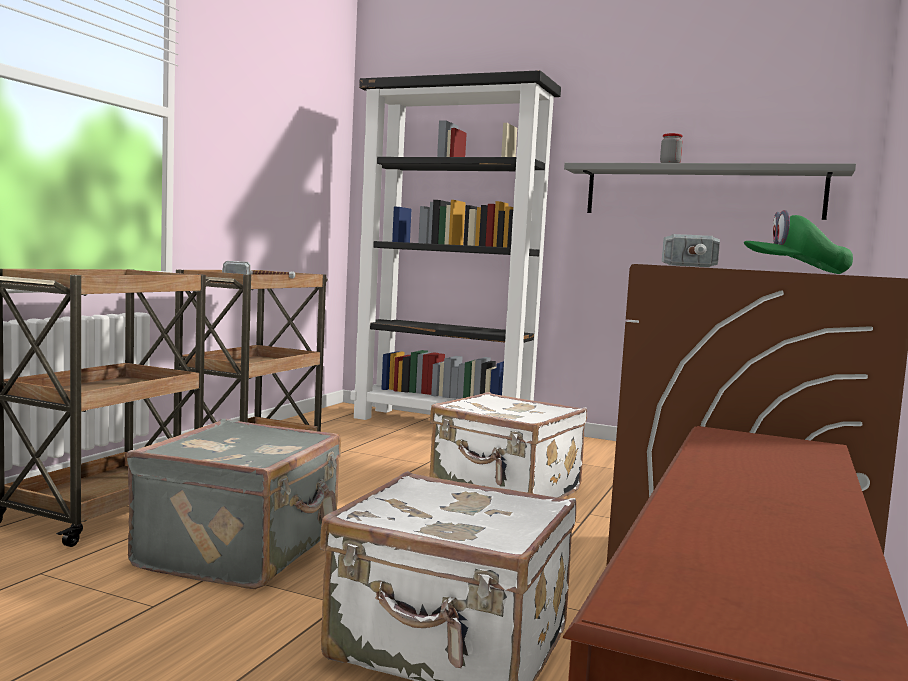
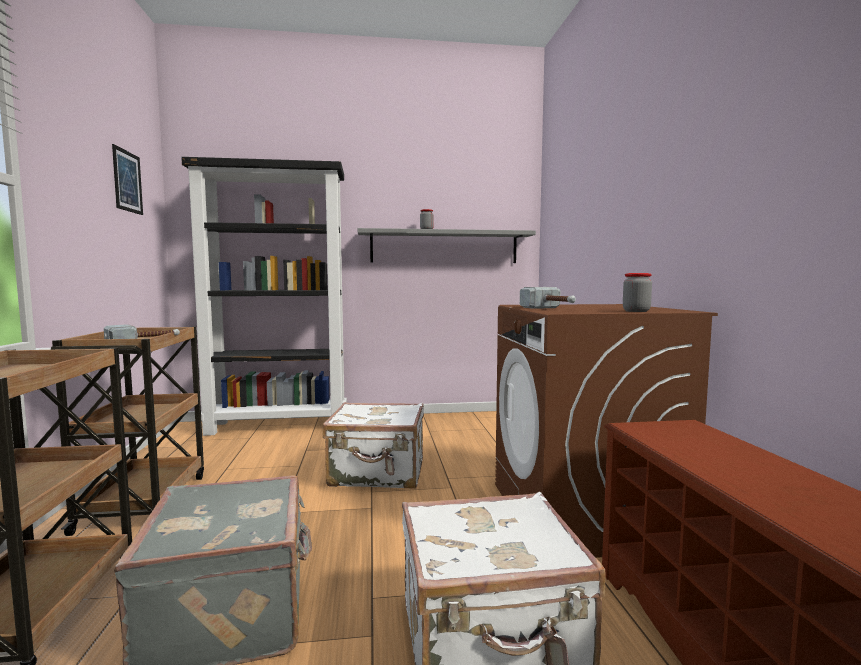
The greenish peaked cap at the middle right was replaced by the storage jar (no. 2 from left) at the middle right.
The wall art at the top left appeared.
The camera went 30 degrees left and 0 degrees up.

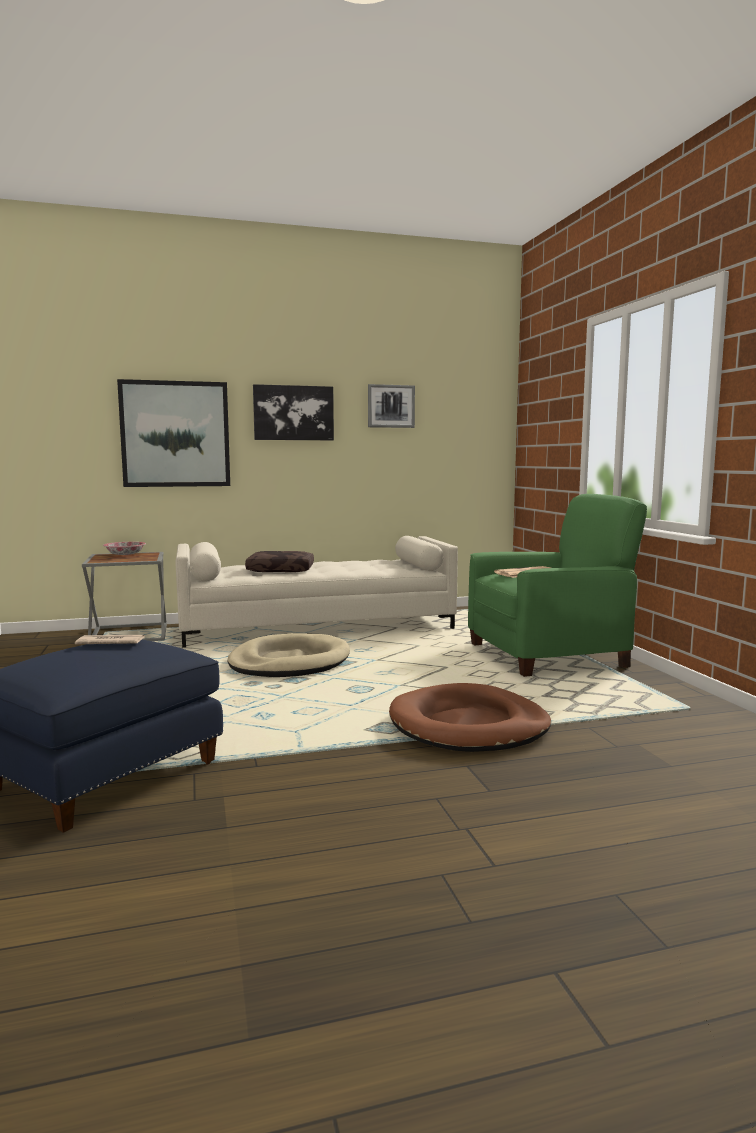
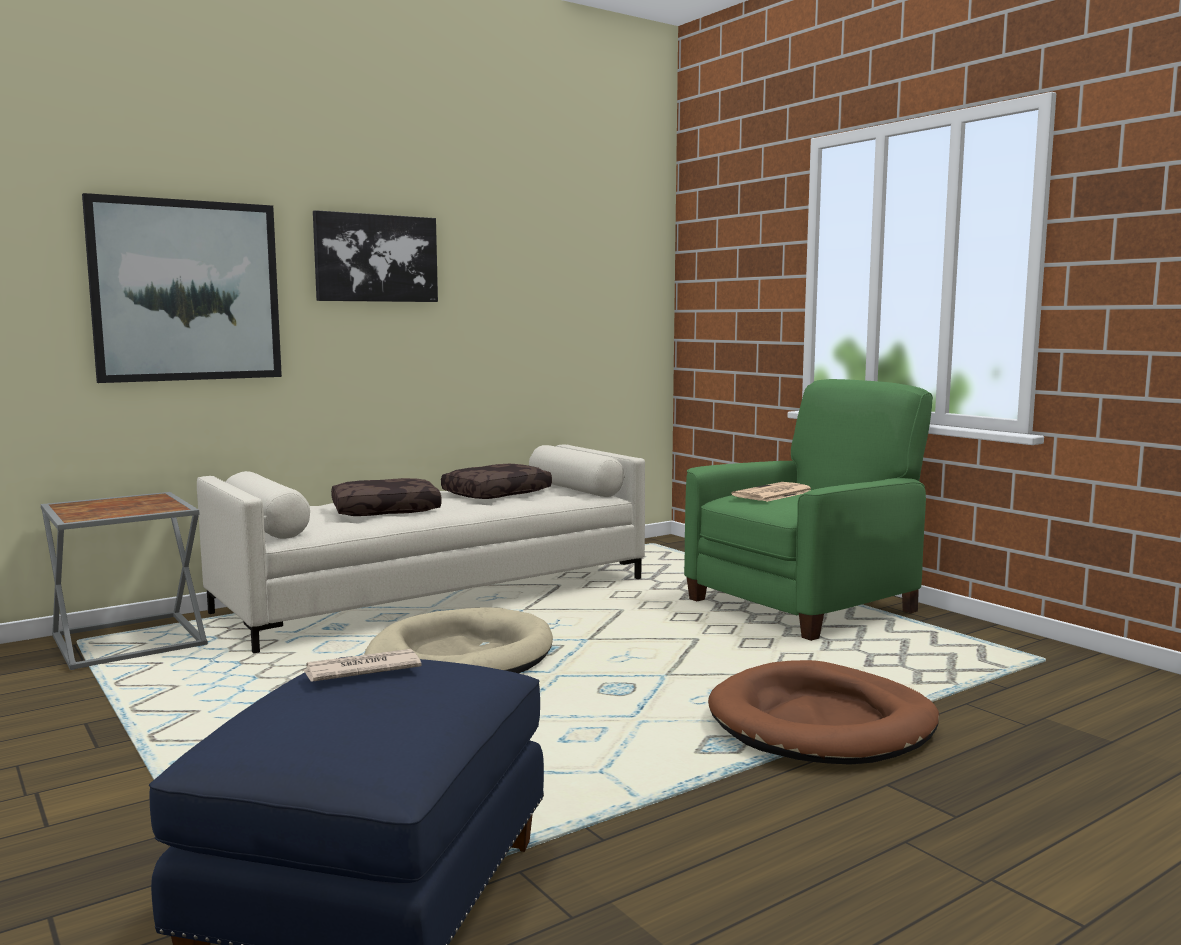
The deep dish at the middle left disappeared.
The wall art (no. 3 from left) at the centre disappeared.
The brownish pillow (no. 2 from left) at the centre appeared.
The camera went 20 degrees left and 0 degrees up.

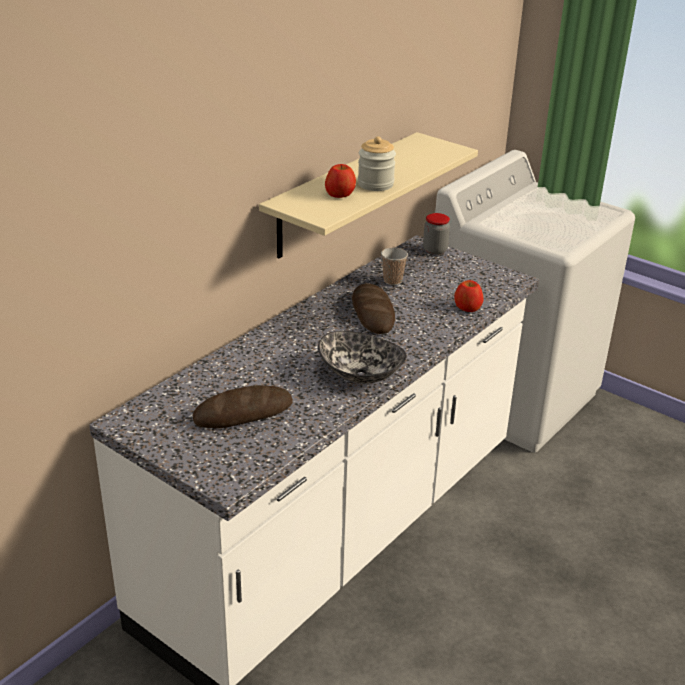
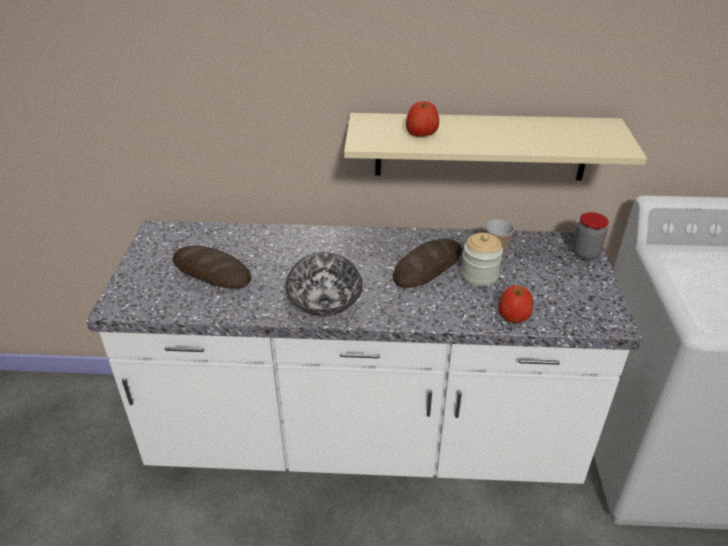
The storage jar (no. 1 from left) moved from the top centre to the centre.
The camera went 55 degrees right and 5 degrees up.

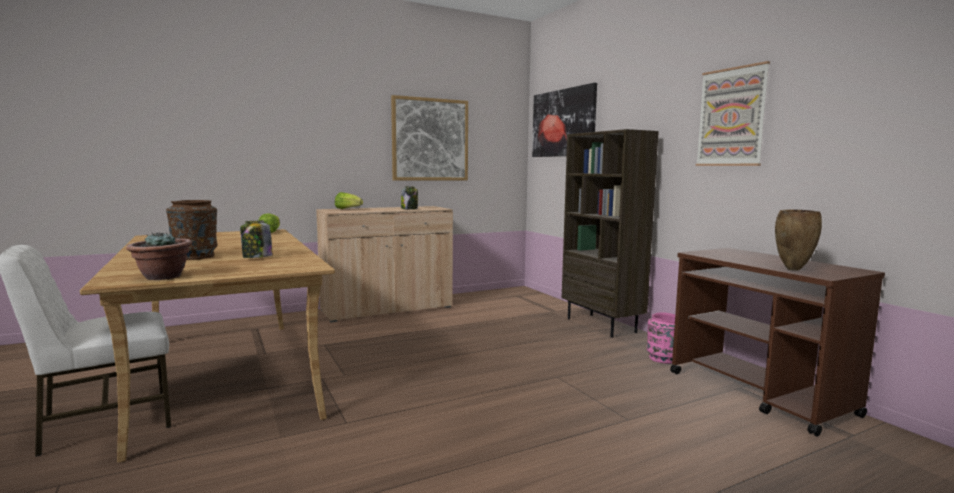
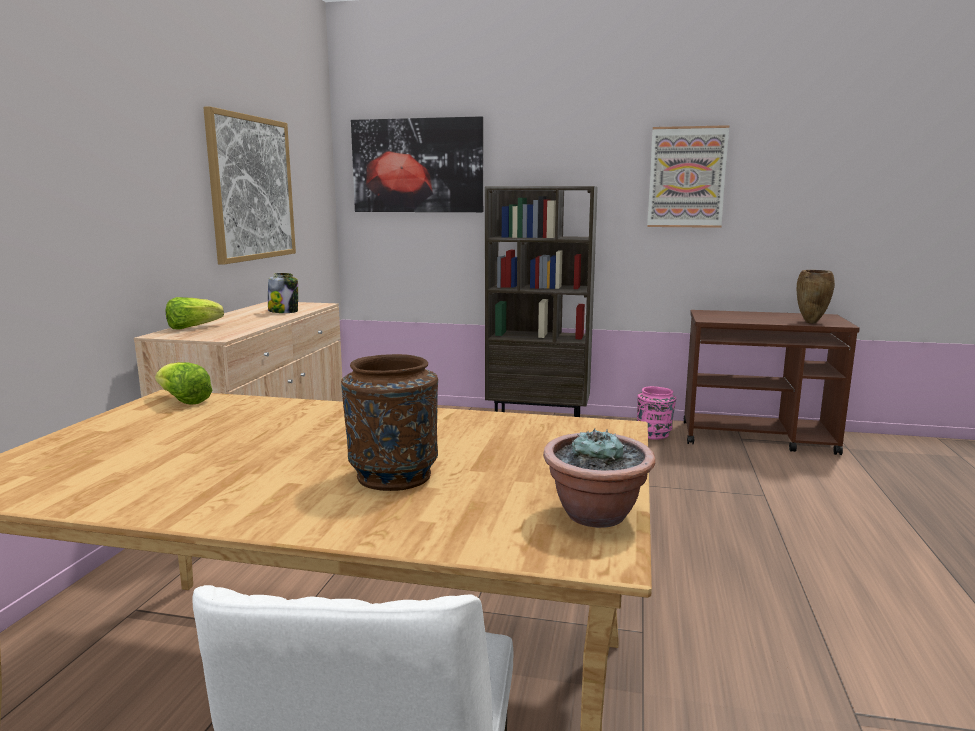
The storage jar (no. 1 from left) at the middle left disappeared.
The camera went 50 degrees left and 5 degrees up.

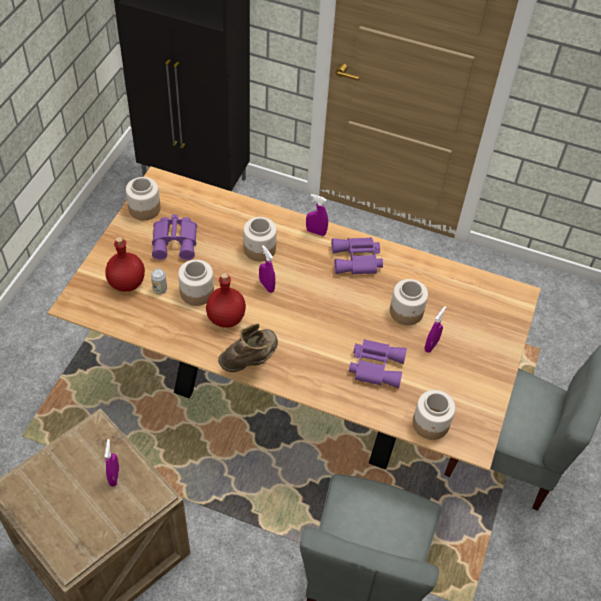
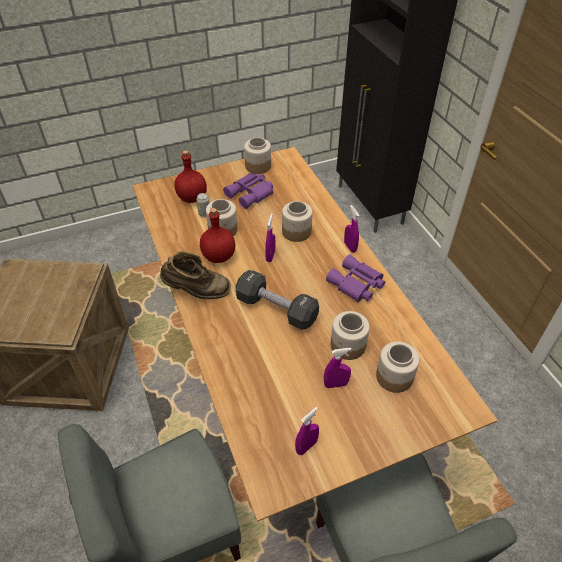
The purplish spray bottle (no. 1 from left in the first image) moved from the bottom left to the bottom centre.
The purplish pair of binoculars (no. 3 from left) at the centre disappeared.
The storage jar (no. 5 from left) moved from the bottom right to the middle right.
The black-coloured hand weight at the centre appeared.
The camera went 50 degrees right and 5 degrees down.

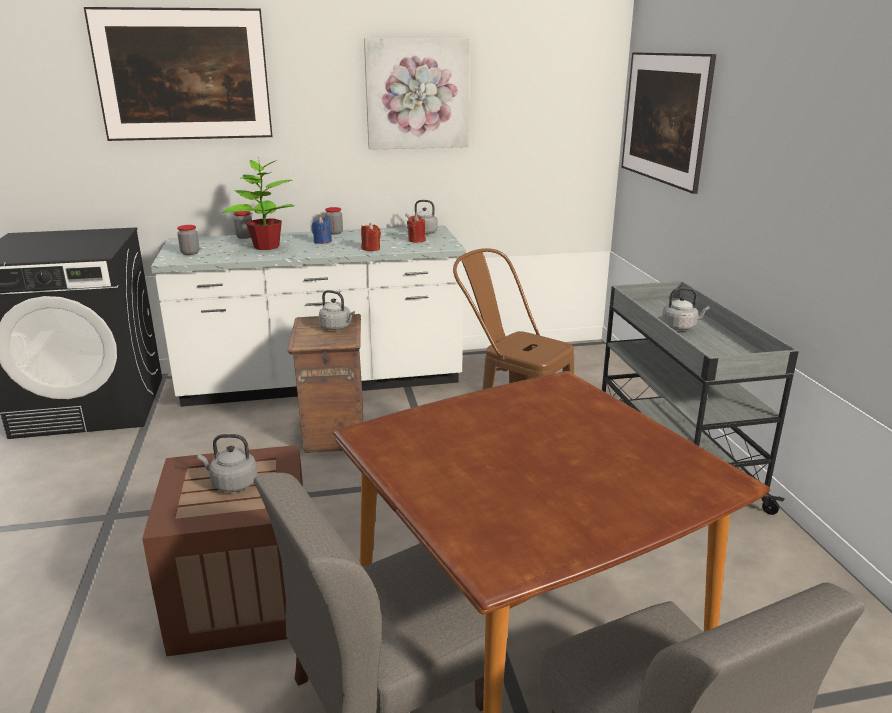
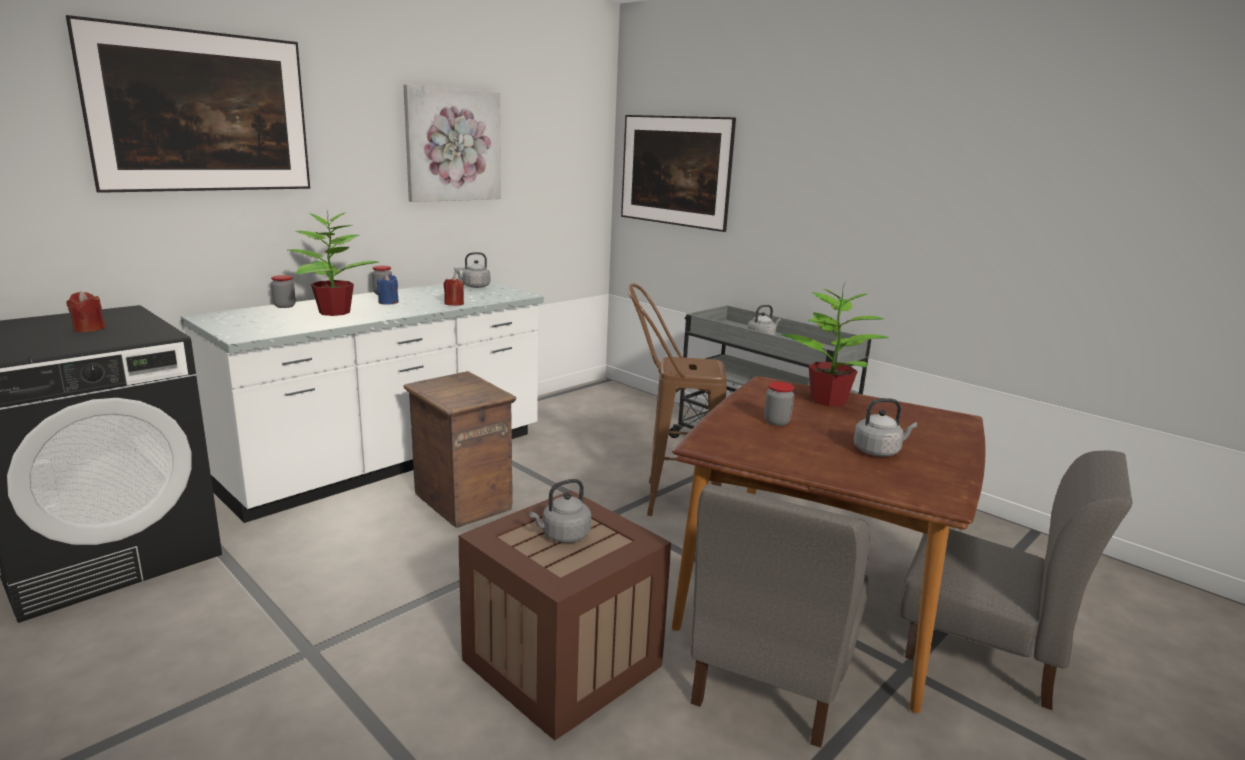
The storage jar (no. 1 from left in the first image) moved from the middle left to the centre.
The grey tea kettle (no. 2 from left in the first image) moved from the centre to the middle right.
The red wax candle (no. 2 from left in the first image) moved from the top centre to the middle left.
The houseplant (no. 2 from left) at the middle right appeared.
The camera went 35 degrees left and 5 degrees down.

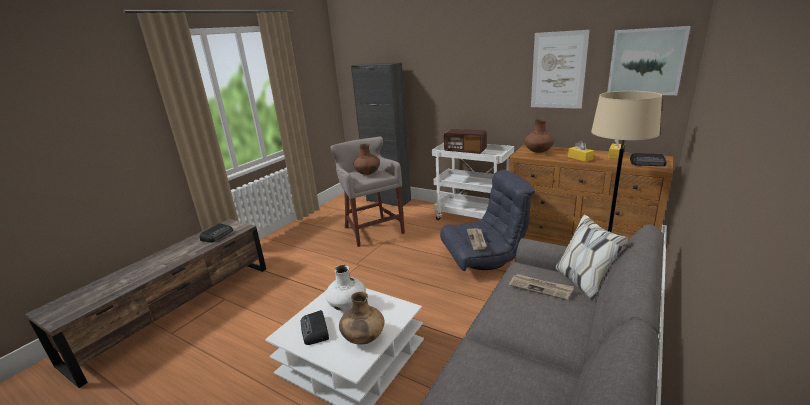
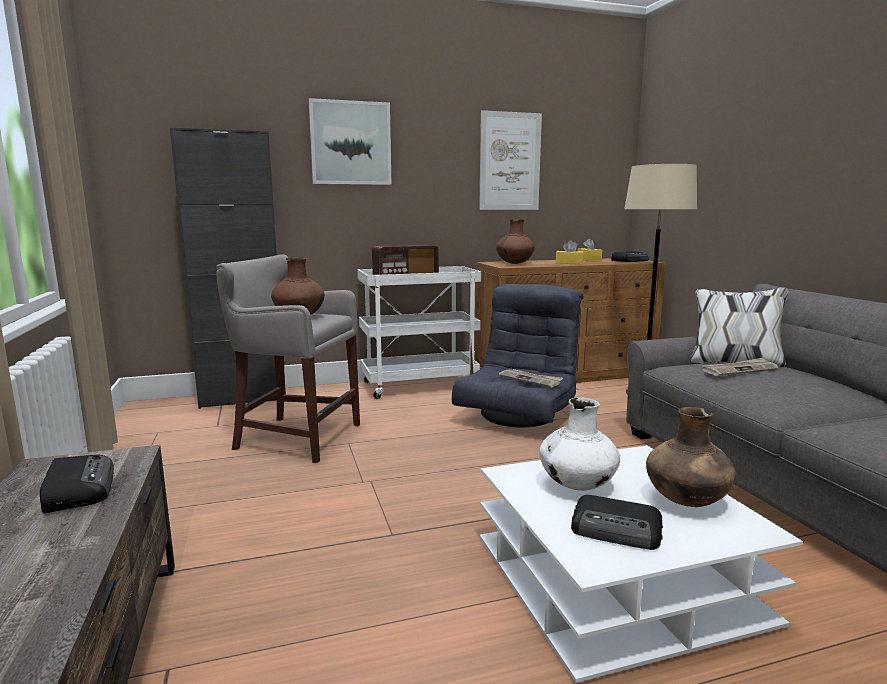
The wall art (no. 2 from left in the first image) moved from the top right to the top centre.
The camera went 50 degrees left and 10 degrees down.

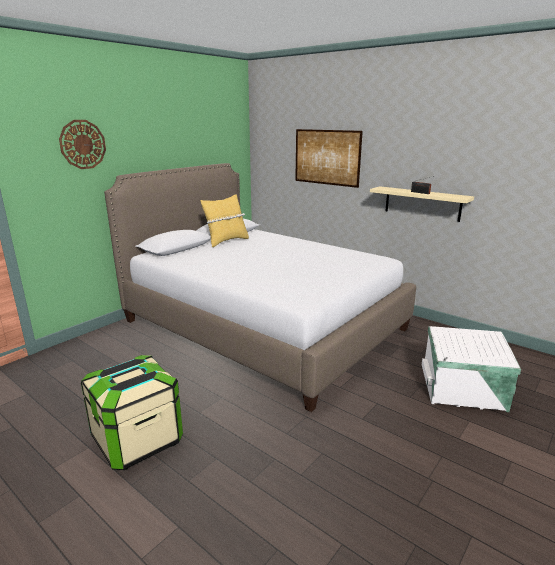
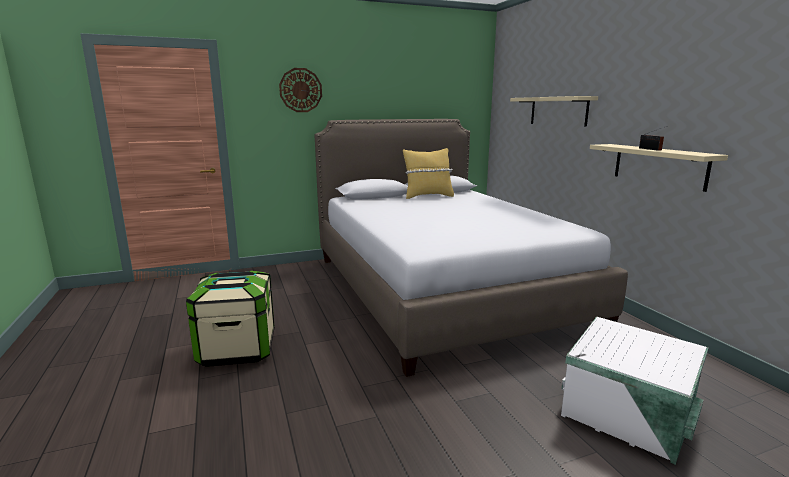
The wall art at the top centre was replaced by the beige-coloured bracket shelf (no. 1 from left) at the top right.
The camera went 30 degrees right and 5 degrees down.

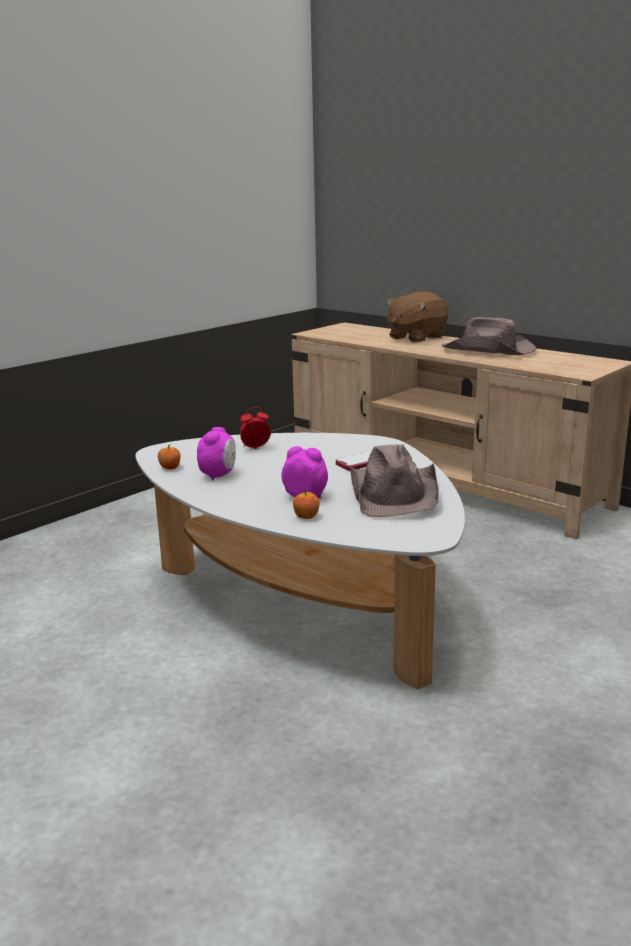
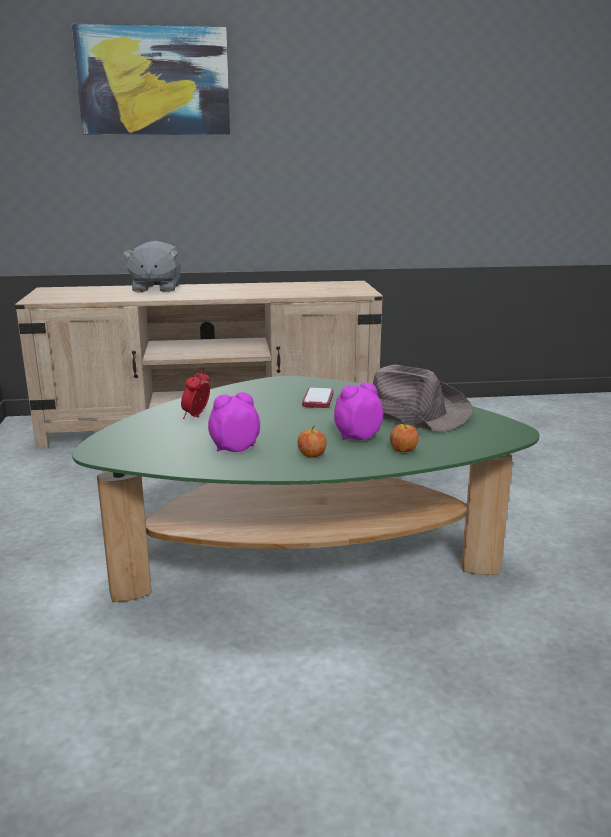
The white lounge table at the centre became the greenish lounge table at the centre.
The whole apple (no. 1 from left) moved from the middle left to the centre.
The table clock (no. 1 from left in the first image) at the centre turned 75 degrees counterclockwise.
The brownish soft toy at the centre became the grey soft toy at the top left.
The brownish clothing hat (no. 2 from left) at the middle right disappeared.
The wall art at the top left appeared.
The camera went 50 degrees left and 0 degrees up.

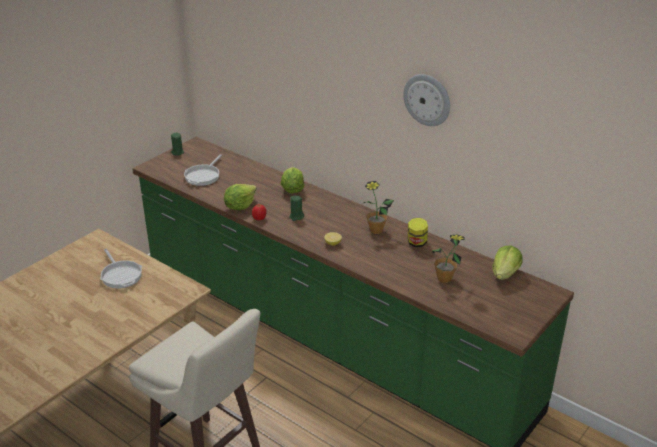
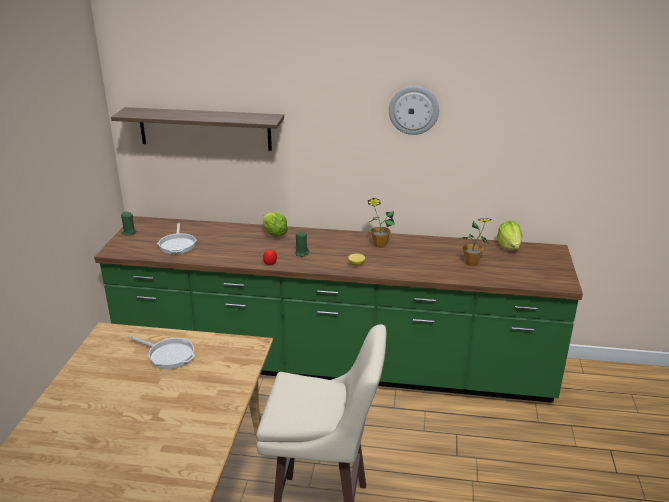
The lettuce head (no. 1 from left) at the centre disappeared.
The storage jar at the centre disappeared.
The bracket shelf at the top left appeared.
The camera went 30 degrees left and 5 degrees down.

